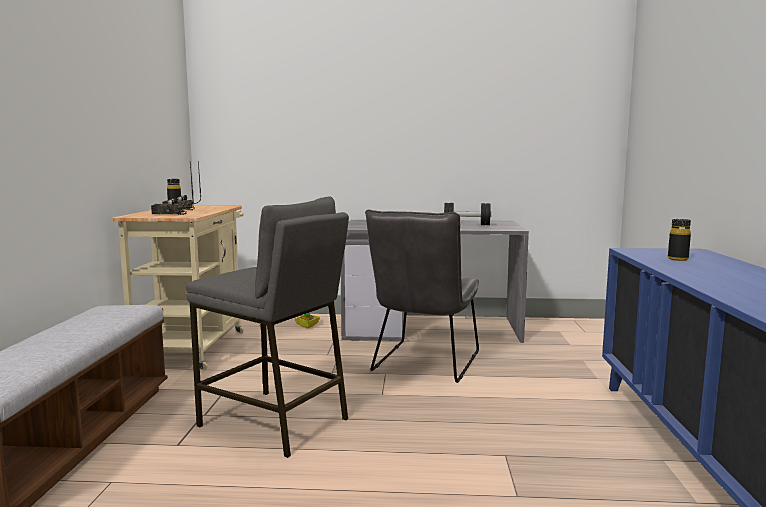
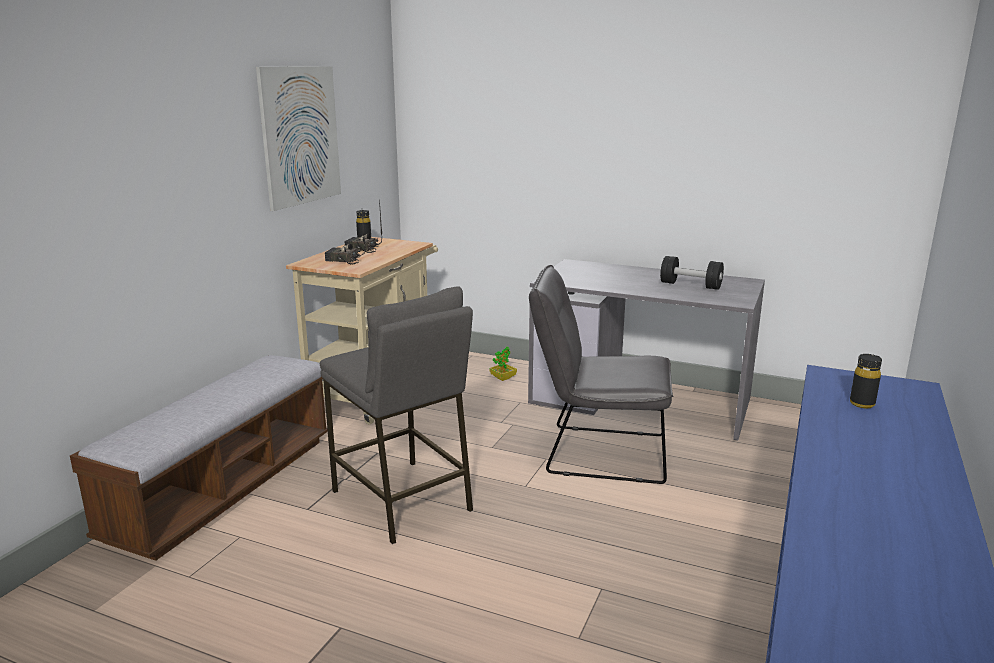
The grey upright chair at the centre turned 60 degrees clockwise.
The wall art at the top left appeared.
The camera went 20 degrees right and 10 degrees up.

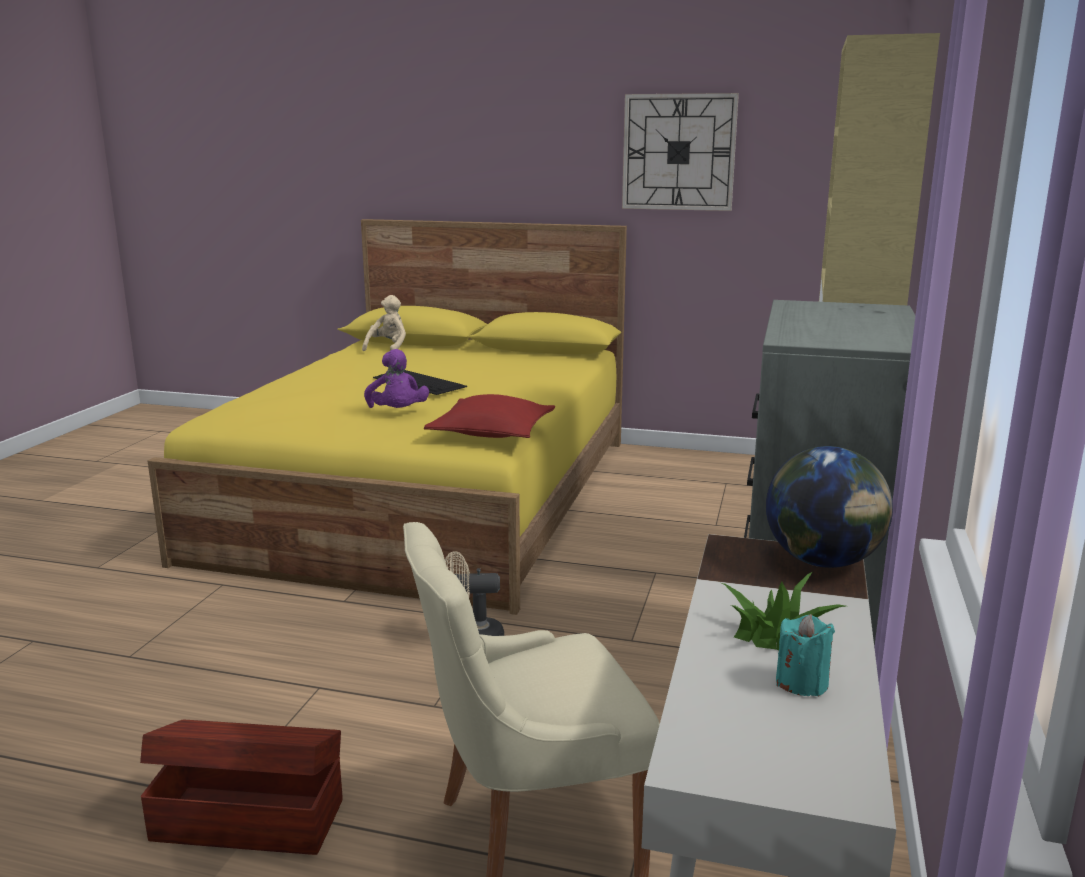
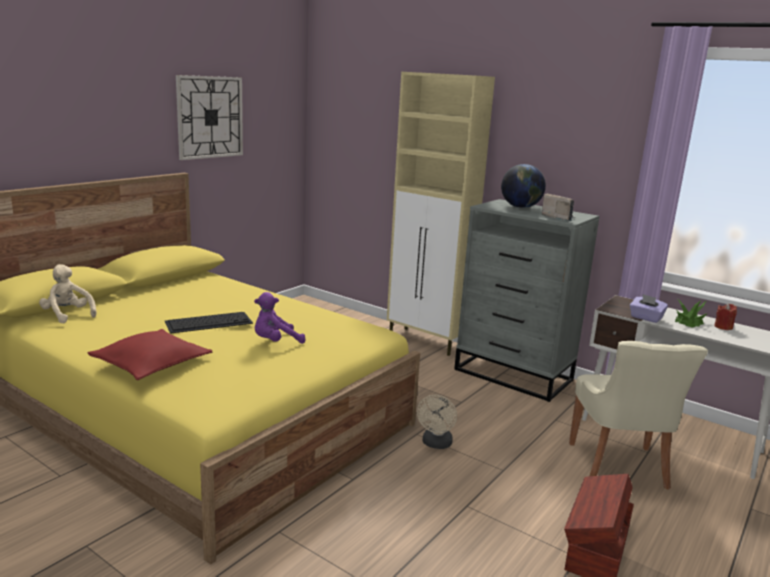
The purplish soft toy at the centre turned 150 degrees clockwise.
The red pillow moved from the centre to the middle left.
The desk globe moved from the middle right to the top right.
The turquoise-coloured wax candle at the bottom right became the red wax candle at the middle right.
The radio at the middle right appeared.
The purplish tissue holder at the middle right appeared.
The camera went 70 degrees left and 0 degrees up.

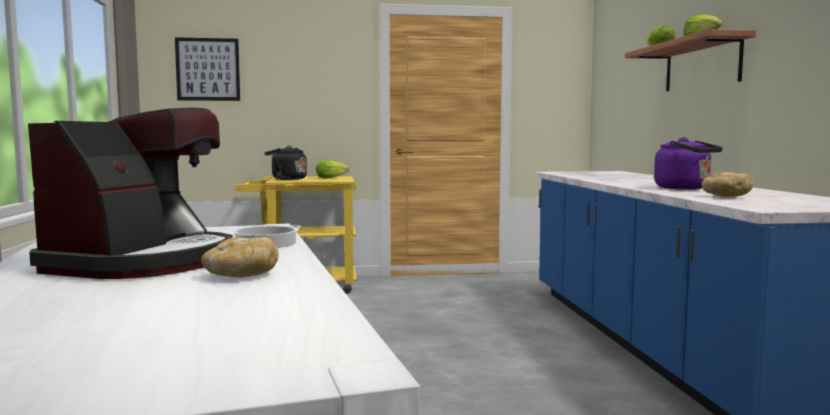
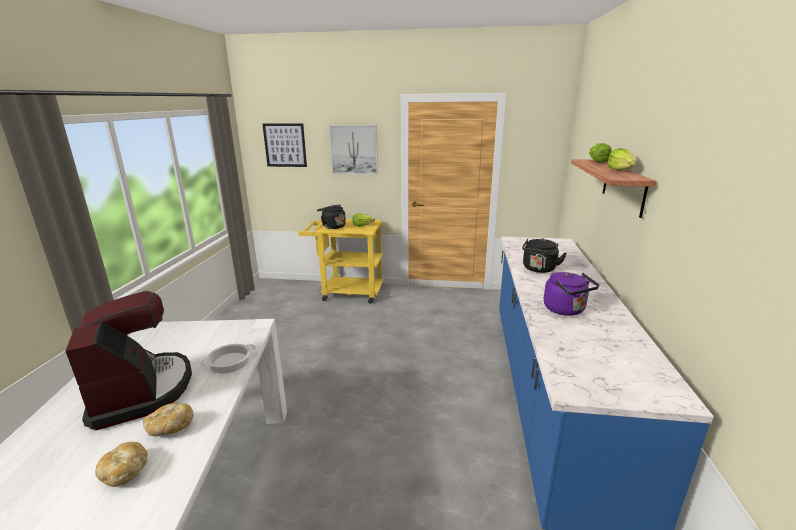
The coffee maker at the middle left turned 60 degrees counterclockwise.
The baked bread (no. 2 from left in the first image) moved from the middle right to the bottom left.
The wall art (no. 2 from left) at the top centre appeared.
The black-coloured tea kettle (no. 2 from left) at the middle right appeared.
The camera went 15 degrees right and 15 degrees up.

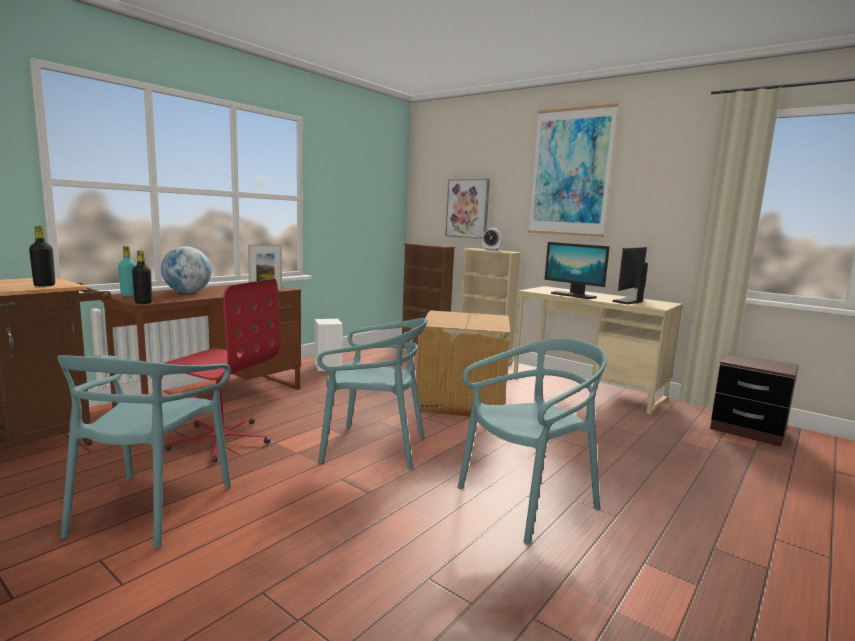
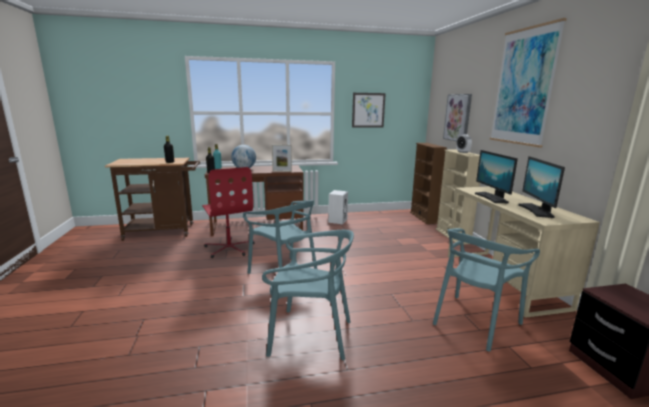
The turquoise-coloured upright chair (no. 1 from left in the first image) moved from the bottom left to the bottom right.
The packing box at the centre disappeared.
The computer display (no. 2 from left) at the middle right turned 75 degrees counterclockwise.
The wall art (no. 1 from left) at the top centre appeared.
The camera went 40 degrees right and 5 degrees up.

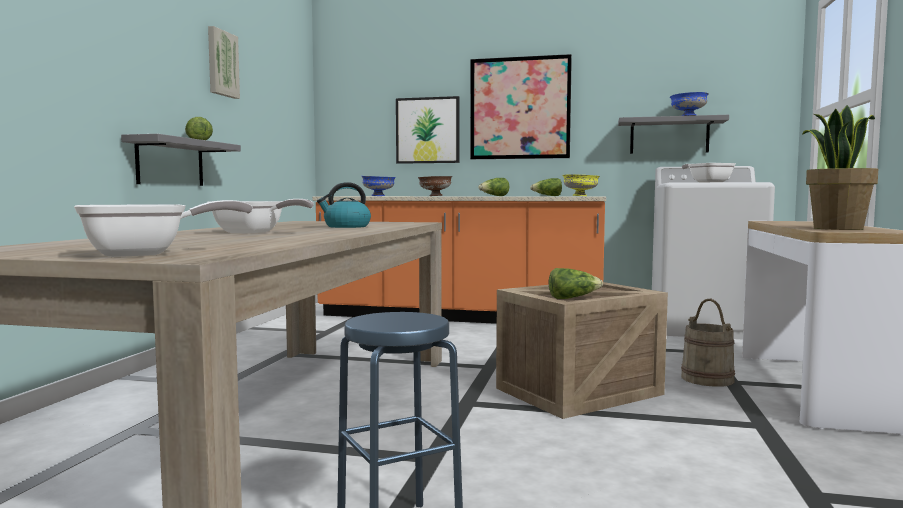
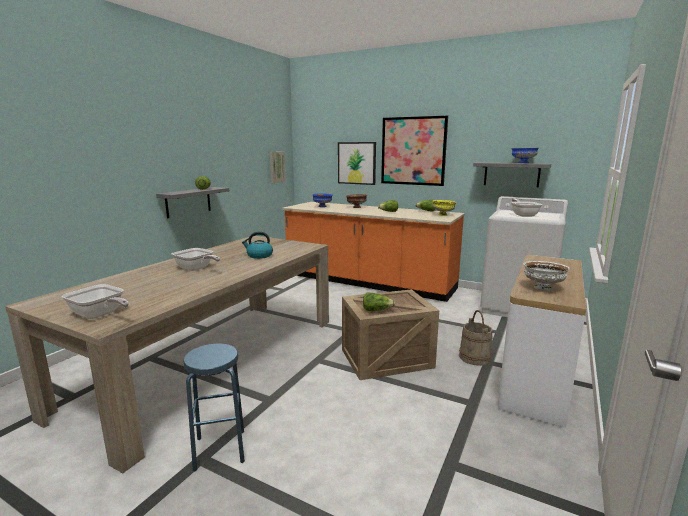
The skillet (no. 1 from left) at the middle left turned 45 degrees clockwise.
The wall art (no. 1 from left) moved from the top left to the top centre.
The houseplant at the top right was replaced by the white deep dish at the middle right.
The camera went 15 degrees right and 10 degrees up.

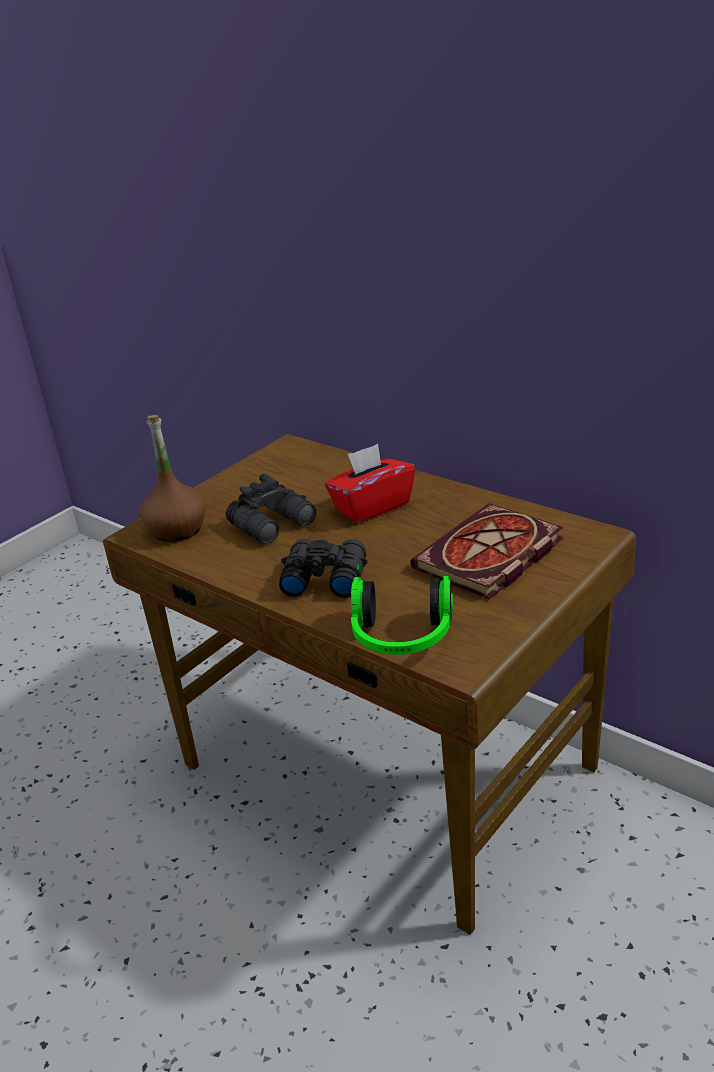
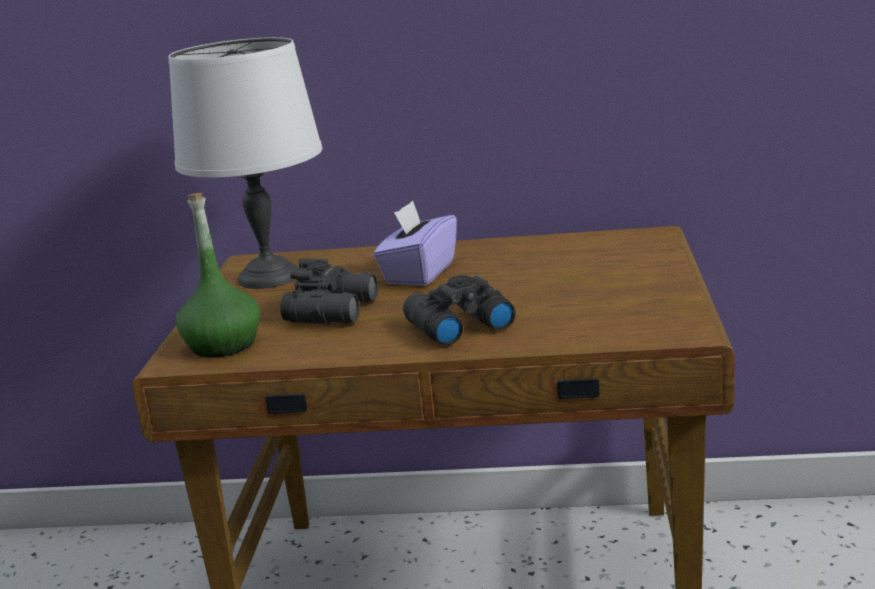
The brownish bottle at the middle left became the greenish bottle at the middle left.
The red tissue holder at the centre became the purplish tissue holder at the centre.
The pair of headphones at the centre disappeared.
The book at the middle right disappeared.
The grey tabletop lamp at the top left appeared.
The camera went 35 degrees left and 10 degrees down.

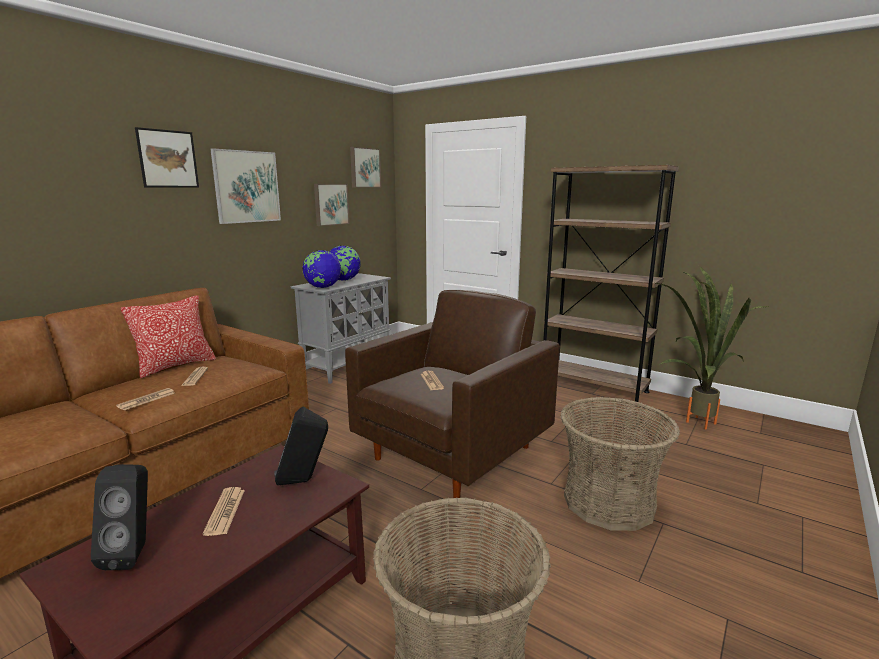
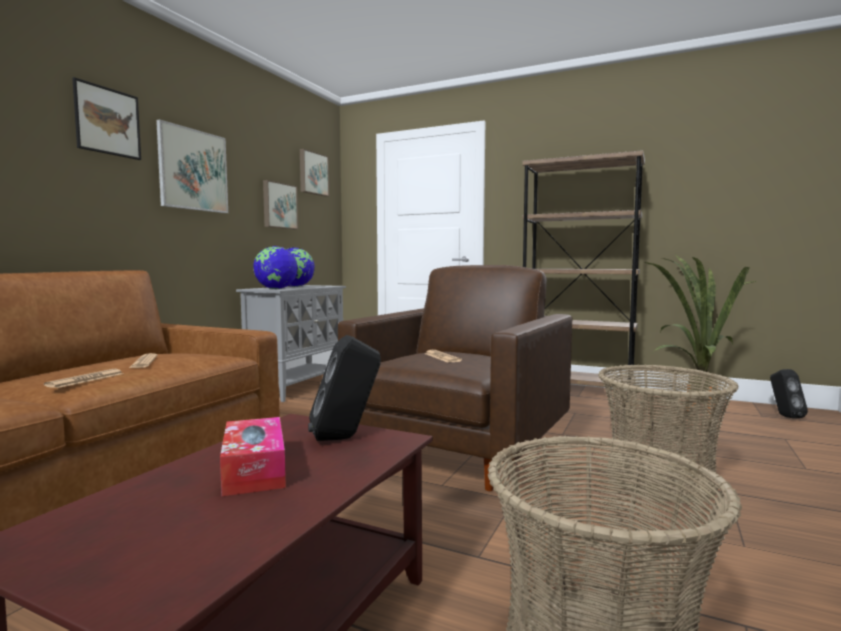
The black-coloured speaker (no. 1 from left in the first image) moved from the bottom left to the middle right.
The pillow at the middle left disappeared.
The newspaper (no. 3 from left) at the bottom left was replaced by the tissue holder at the bottom left.
The camera went 10 degrees left and 10 degrees down.

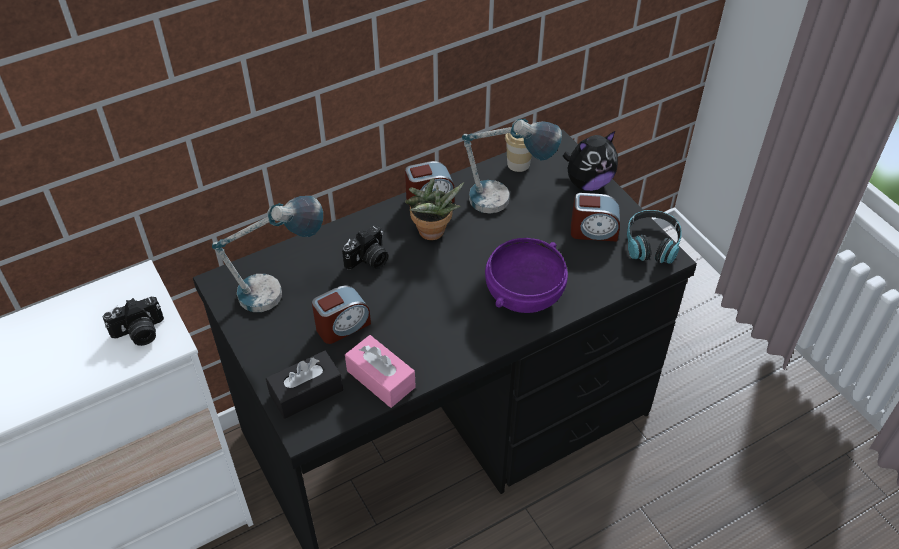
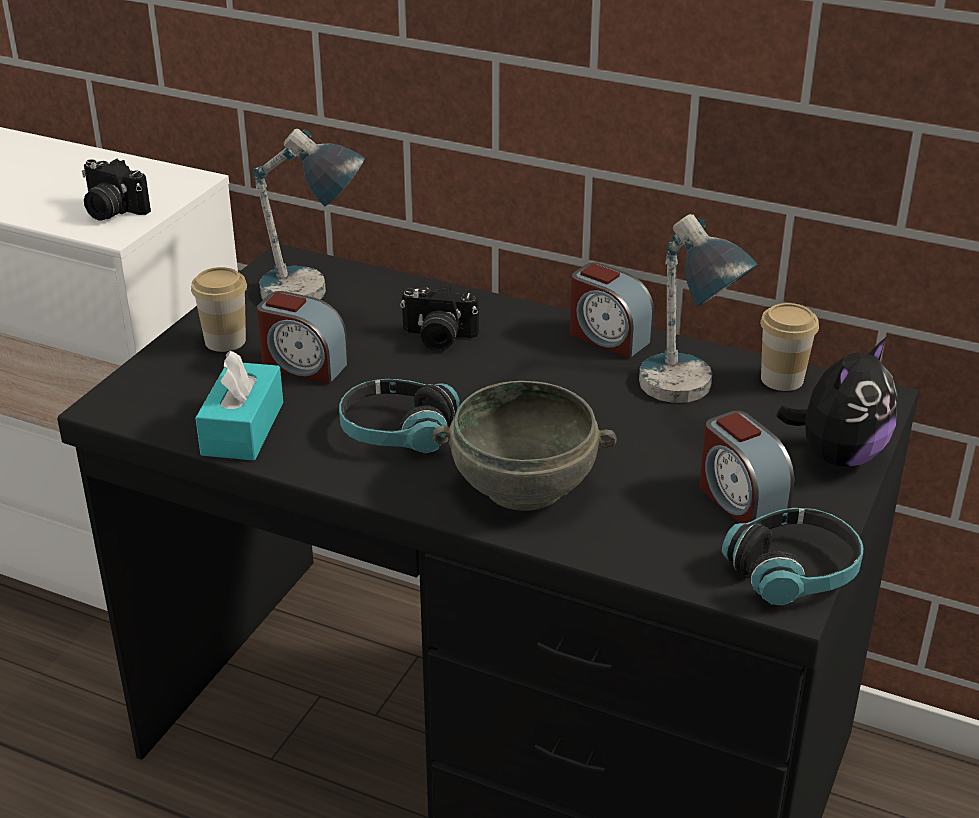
The black-coloured tissue holder at the bottom centre disappeared.
The pink-coloured tissue holder at the bottom centre became the turquoise-coloured tissue holder at the middle left.
The houseplant at the centre disappeared.
The purplish deep dish at the centre became the grey deep dish at the centre.
The soft toy at the top centre turned 75 degrees counterclockwise.
The small cup (no. 1 from left) at the middle left appeared.
The pair of headphones (no. 1 from left) at the centre appeared.
The camera went 55 degrees right and 15 degrees down.

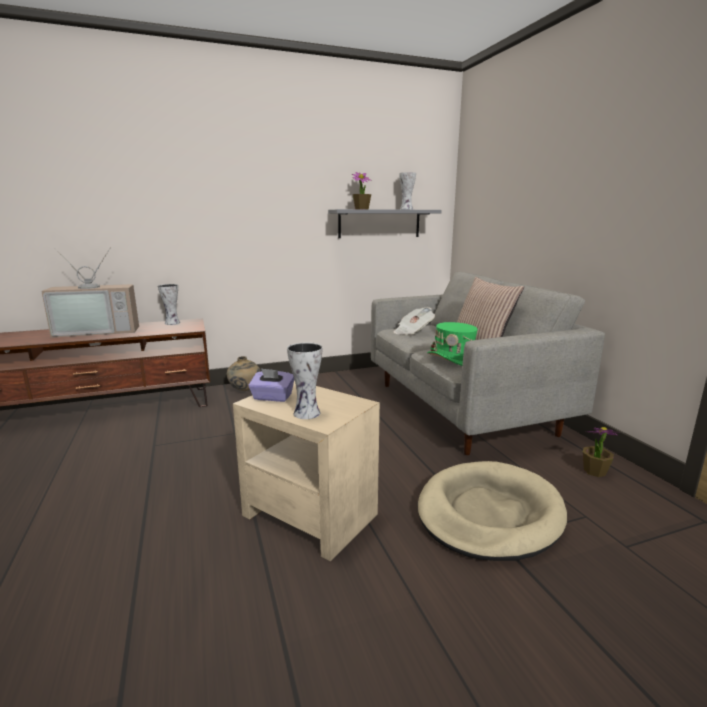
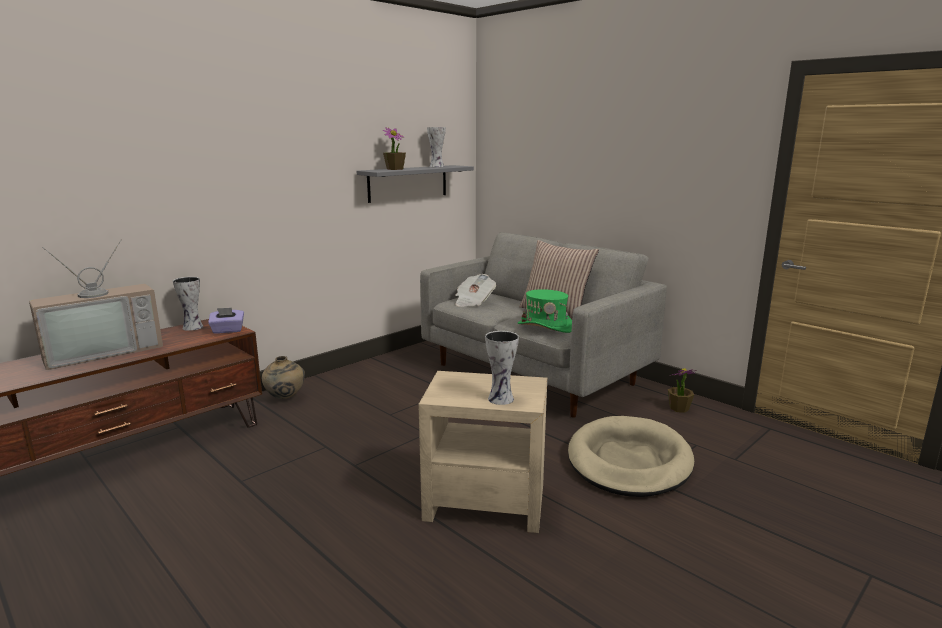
The purplish tissue holder moved from the centre to the middle left.
The camera went 25 degrees left and 0 degrees up.

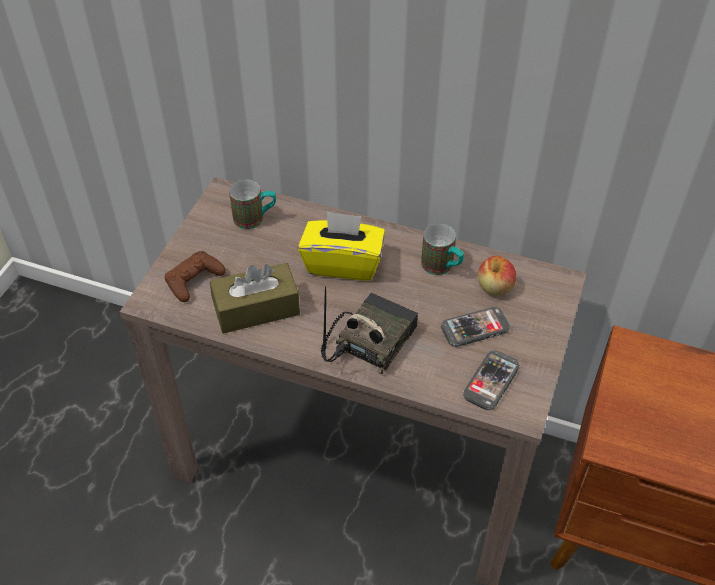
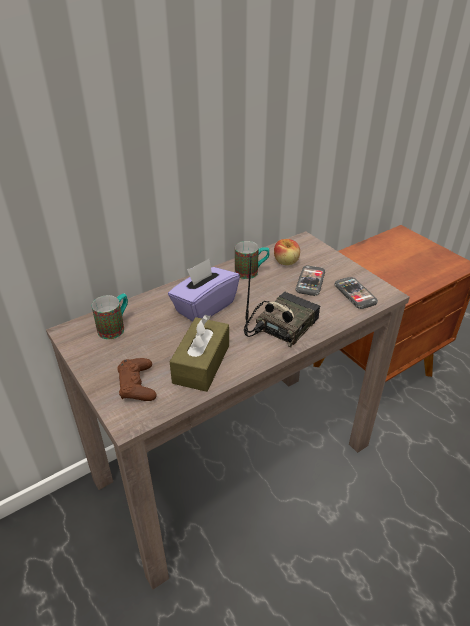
The yellow-coloured tissue holder at the centre became the purplish tissue holder at the centre.
The radio at the centre turned 60 degrees clockwise.
The camera went 55 degrees left and 10 degrees down.

